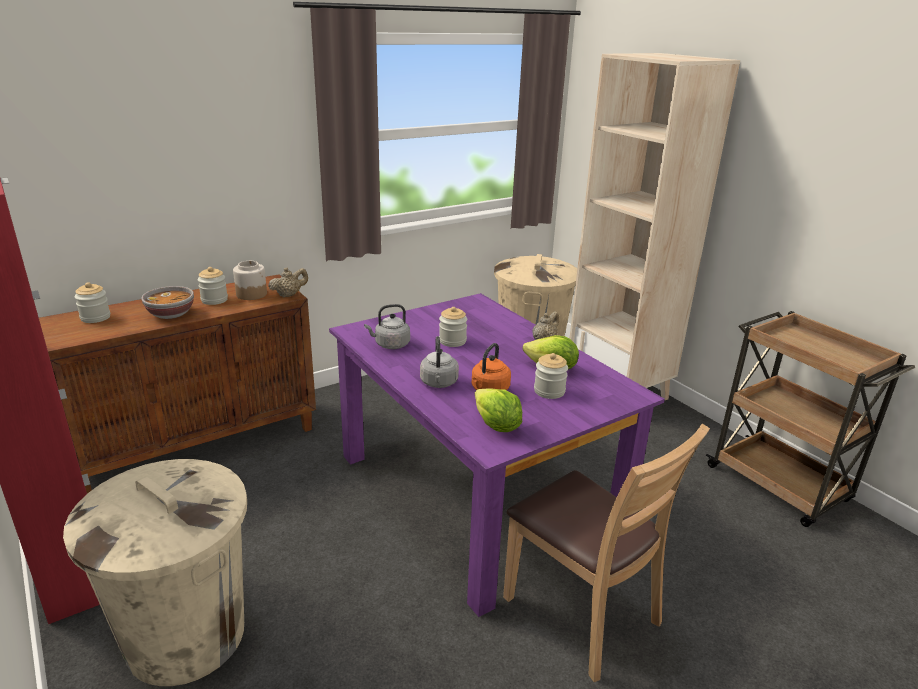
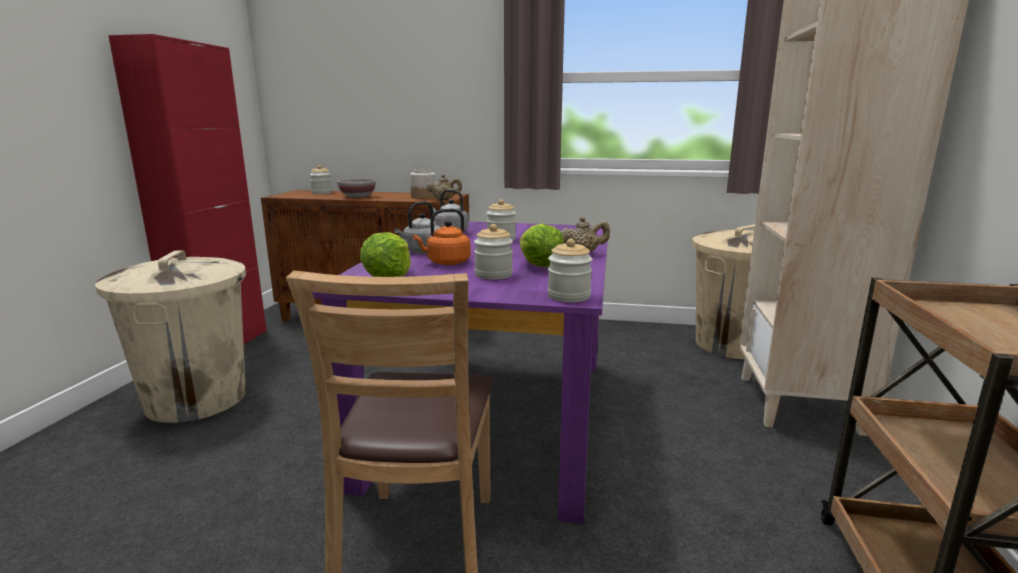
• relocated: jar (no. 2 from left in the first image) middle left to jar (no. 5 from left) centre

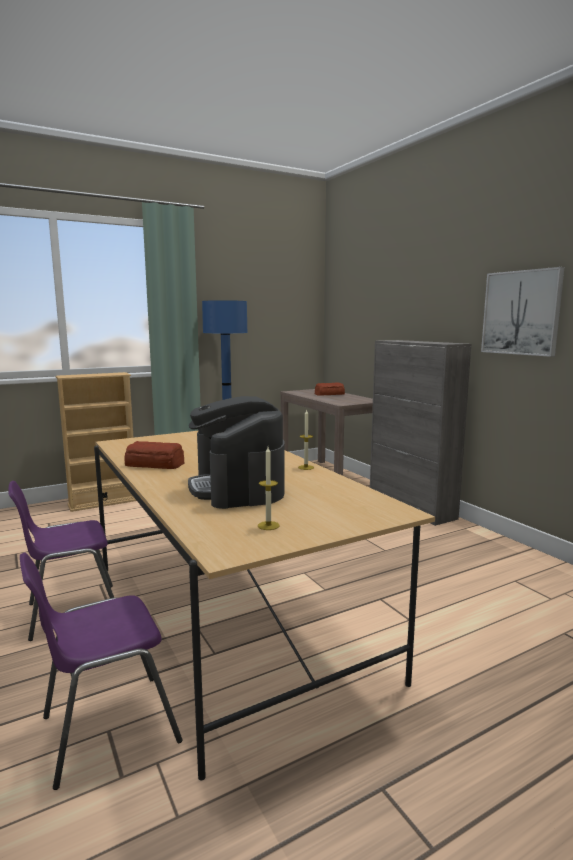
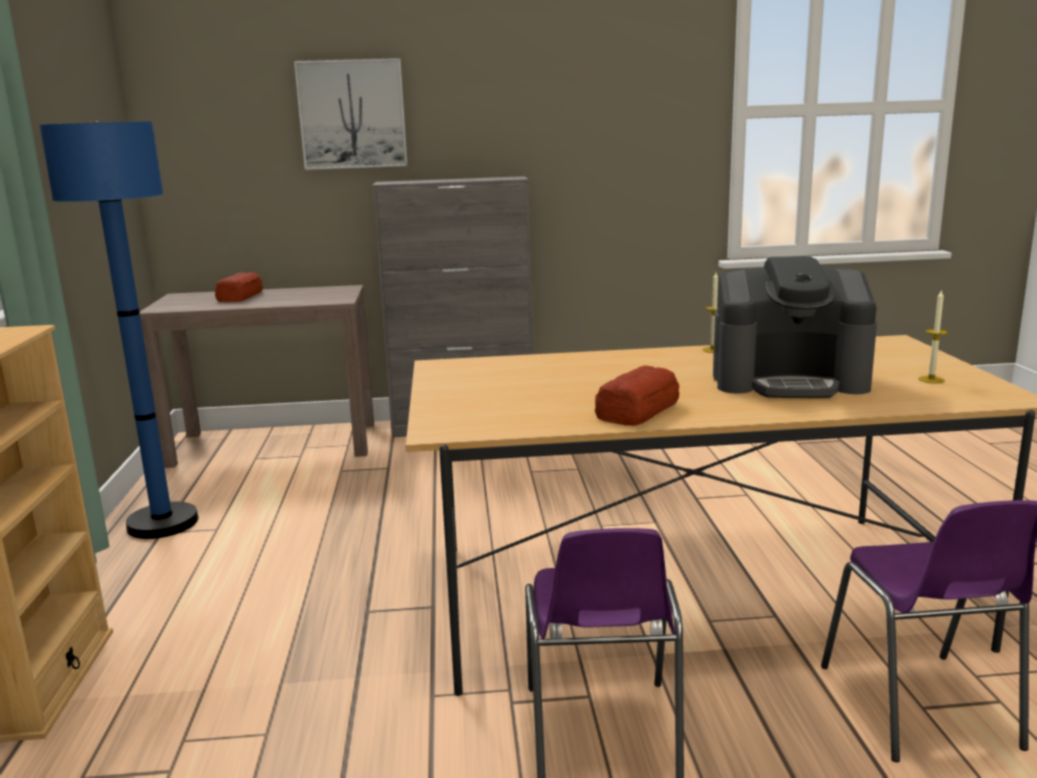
• relocated: picture middle right to top centre

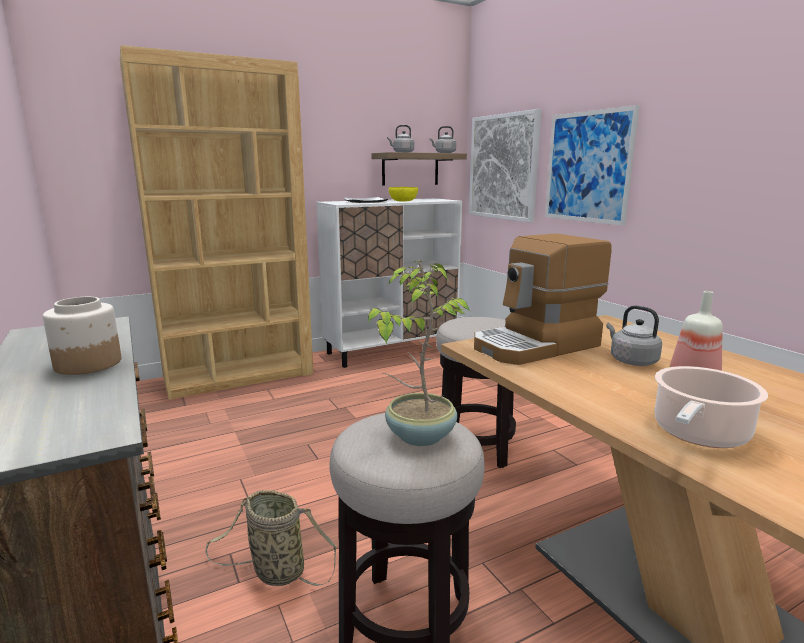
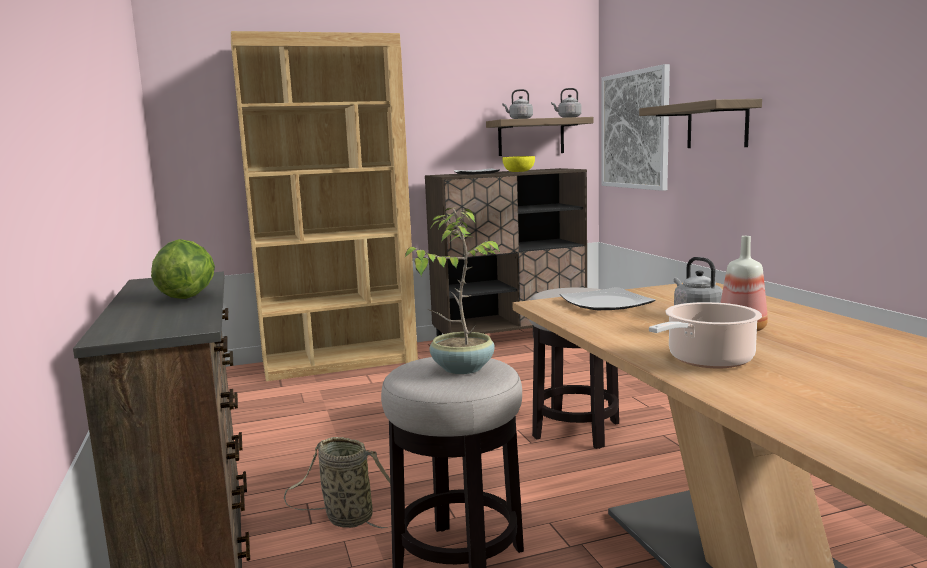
• exchanged: jar middle left to lettuce middle left
• colour: white cabinet centre to brown cabinet centre
• exchanged: coffee machine middle right to plate (no. 2 from left) centre
• exchanged: picture (no. 2 from left) top right to shelf (no. 2 from left) top right

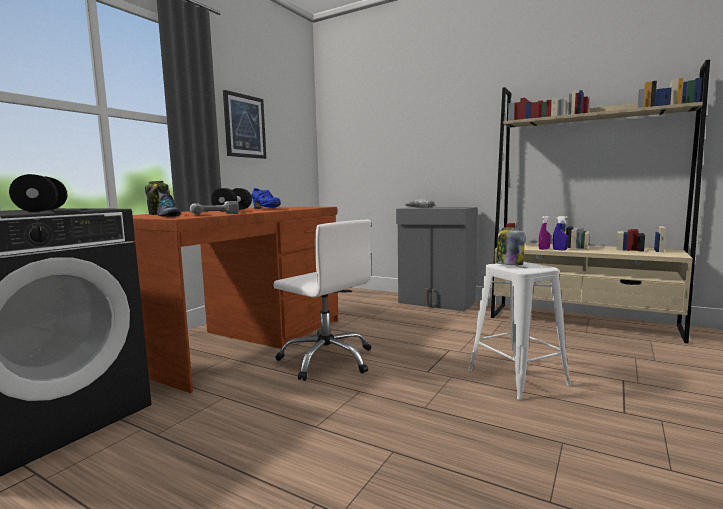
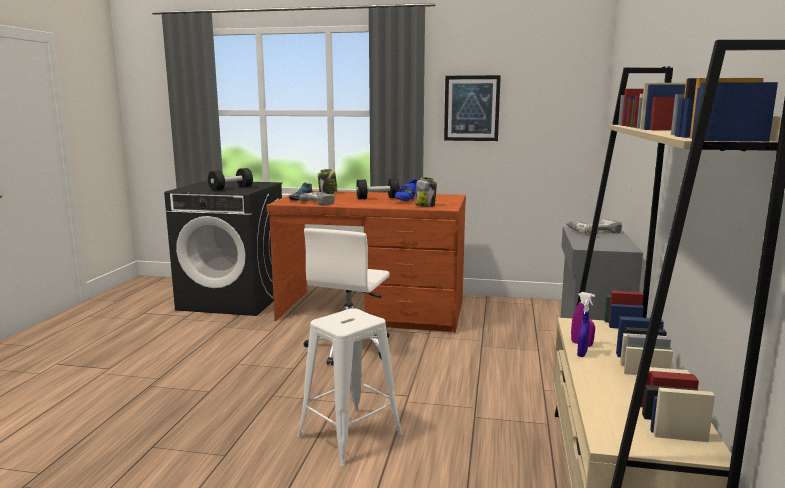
• relocated: jar (no. 2 from left) middle right to centre

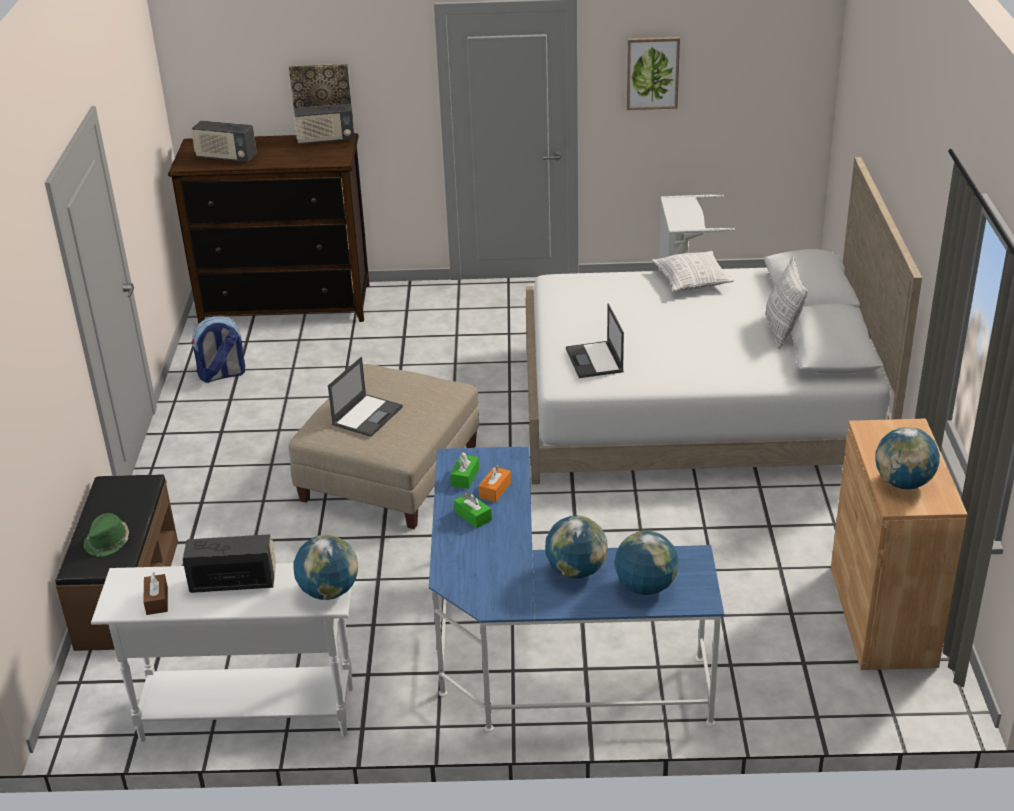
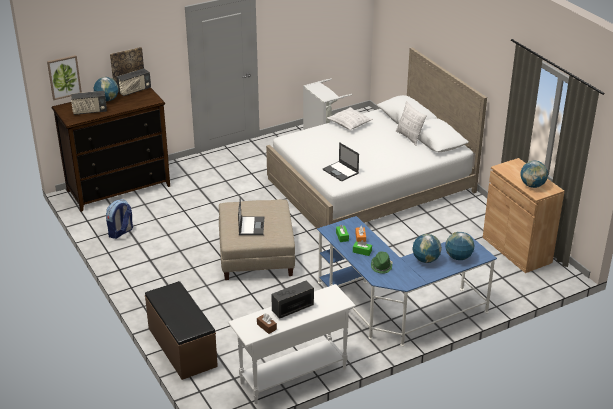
• relocated: green hat middle left to centre
• relocated: globe (no. 1 from left) bottom left to top left
• relocated: picture (no. 2 from left in the first image) top centre to picture (no. 1 from left) top left

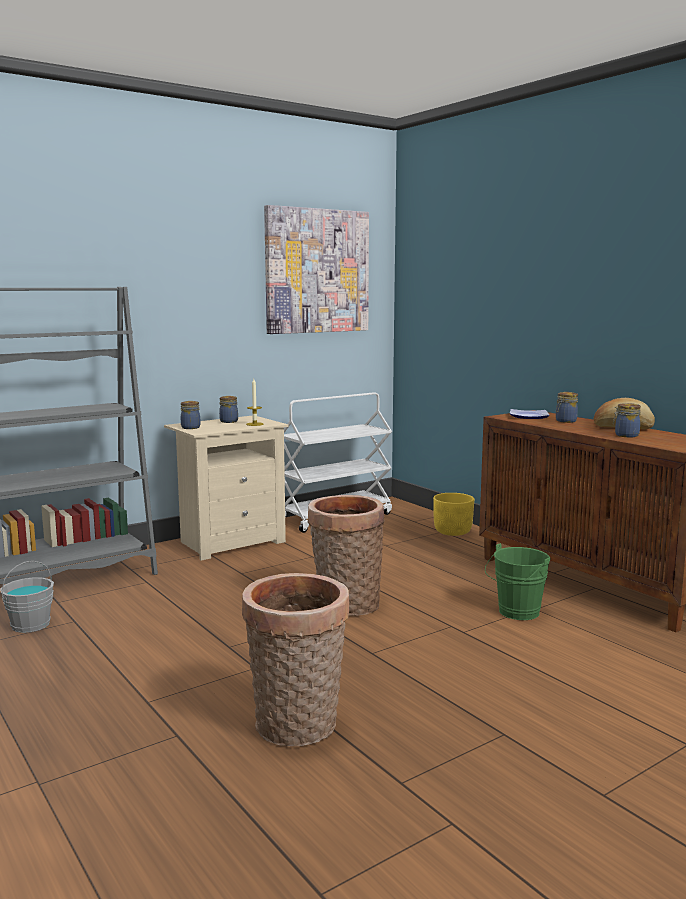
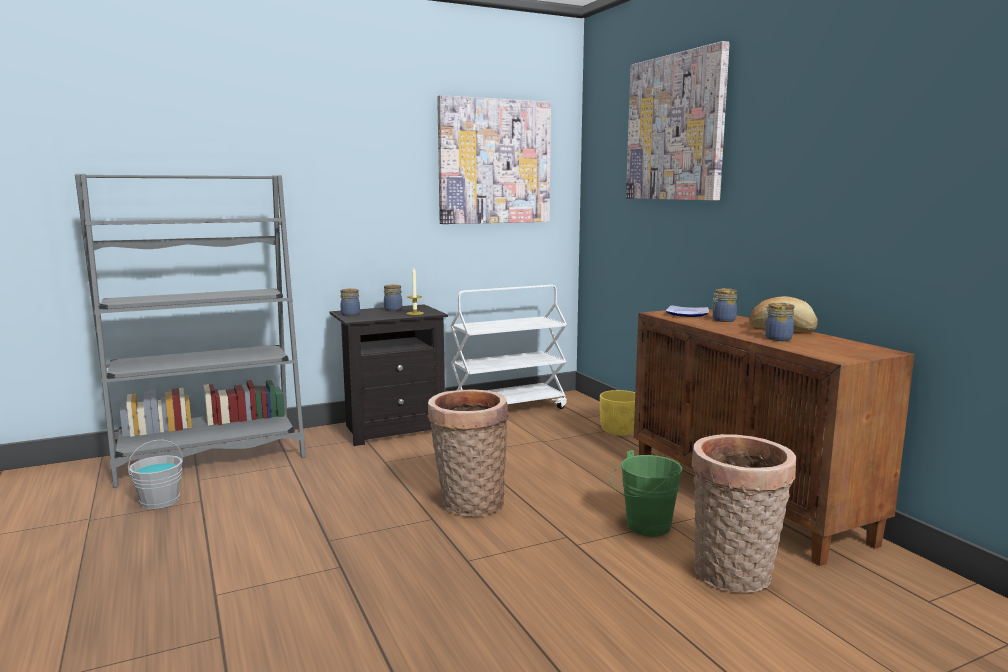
• colour: beige nightstand middle left to black nightstand centre
• relocated: basket (no. 1 from left in the first image) bottom centre to basket (no. 2 from left) bottom right
• appeared: picture (no. 2 from left) top right

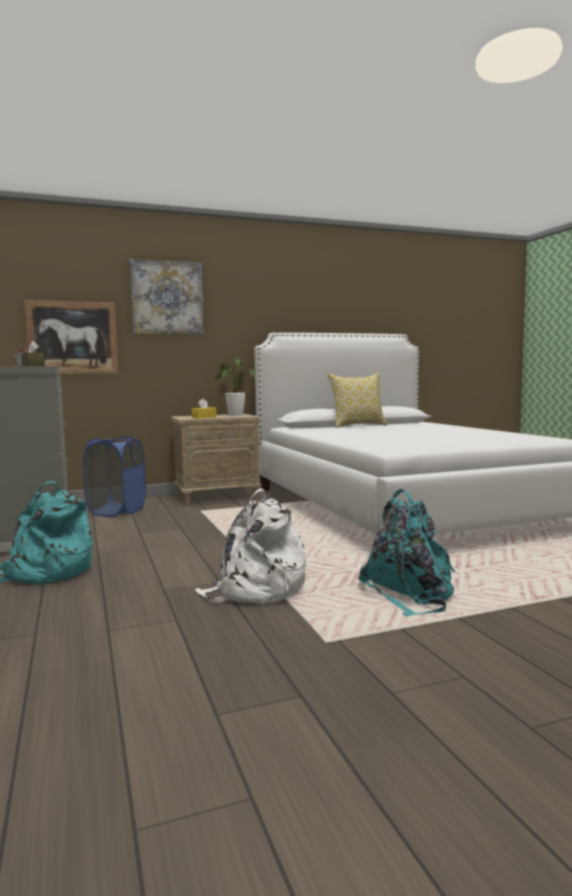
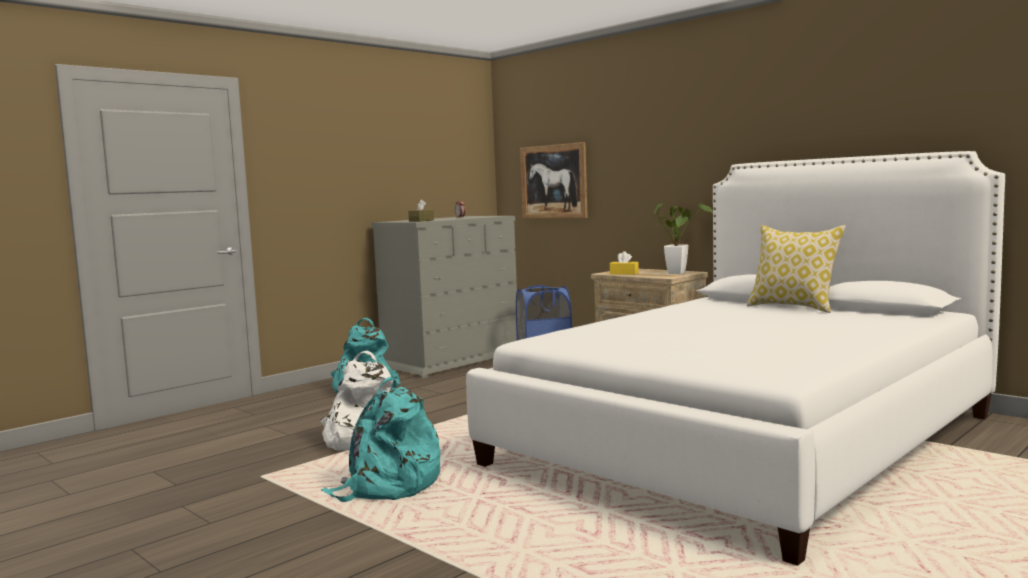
• missing: picture (no. 2 from left) top left

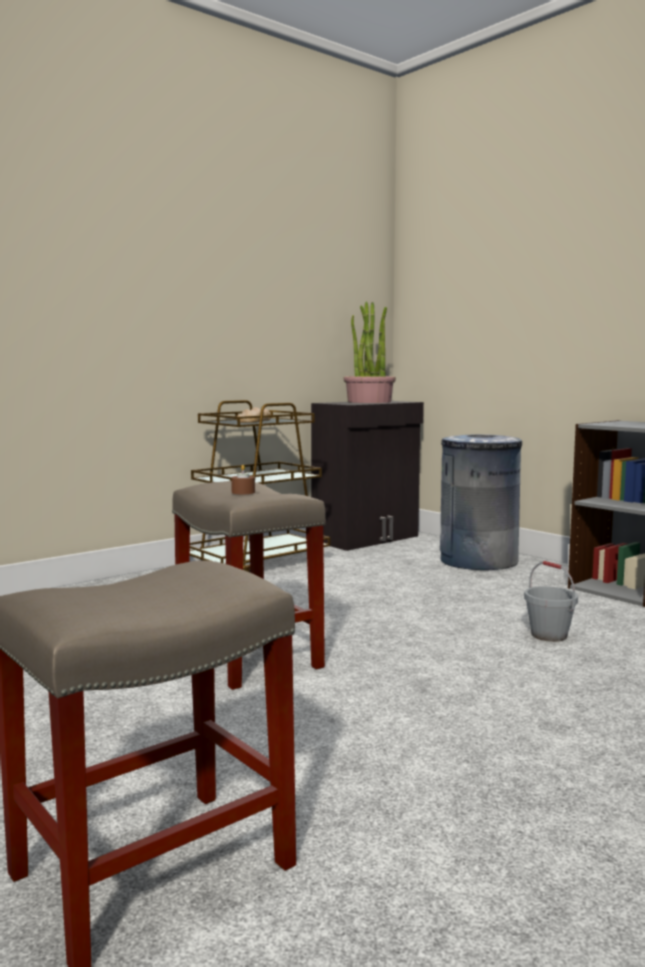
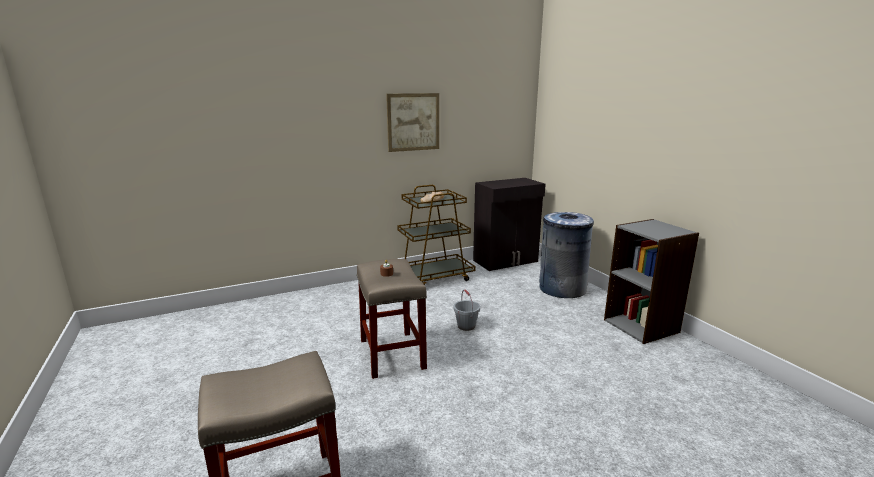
• missing: potted plant centre
• relocated: grey bucket middle right to centre
• appeared: picture top centre

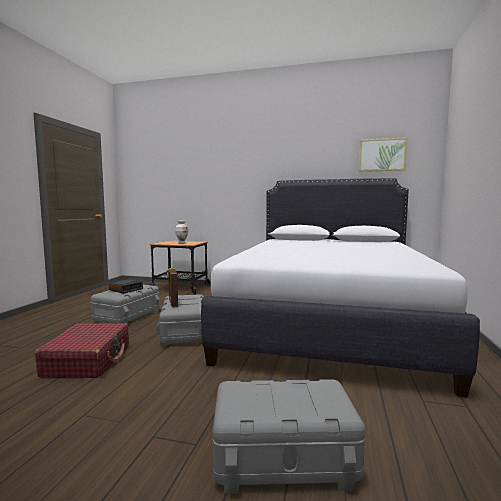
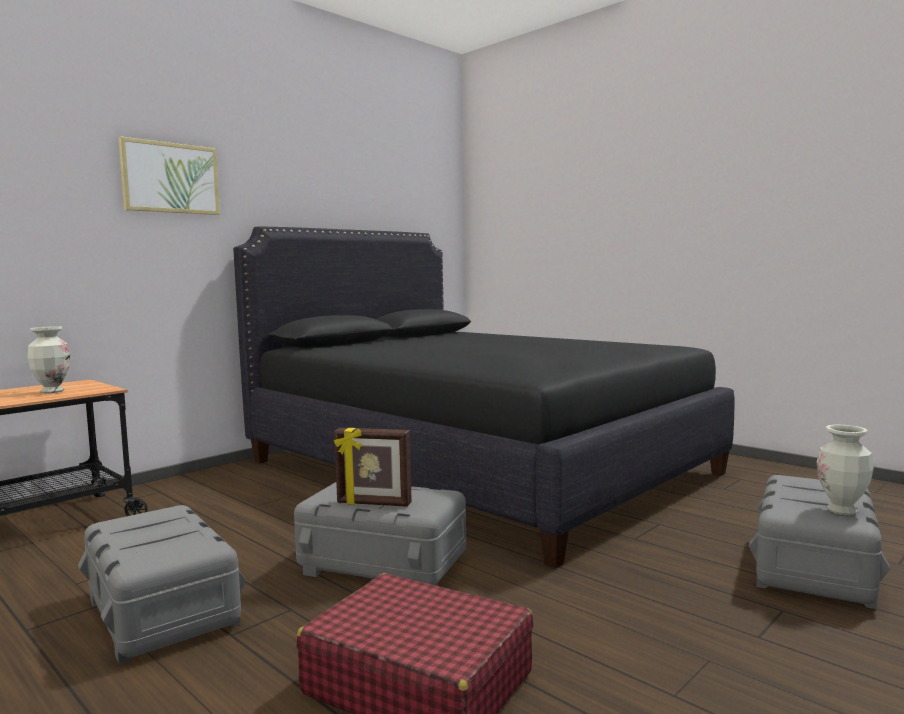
• missing: alarm clock middle left
• colour: white bed middle right to black bed centre
• relocated: picture top right to top left
• appeared: vase (no. 2 from left) middle right

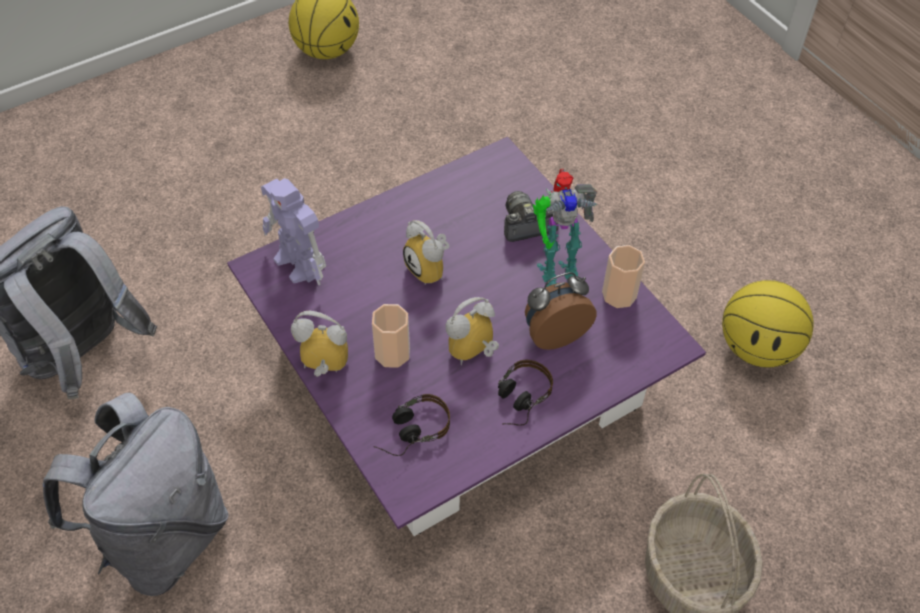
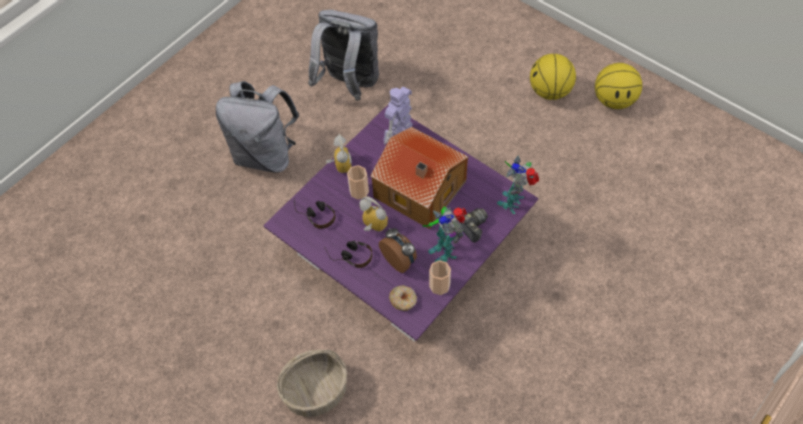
• exchanged: alarm clock (no. 2 from left) centre to toy house centre
• relocated: basketball (no. 2 from left in the first image) middle right to basketball (no. 1 from left) top right
• appeared: donut bottom centre
• appeared: toy robot (no. 3 from left) centre

